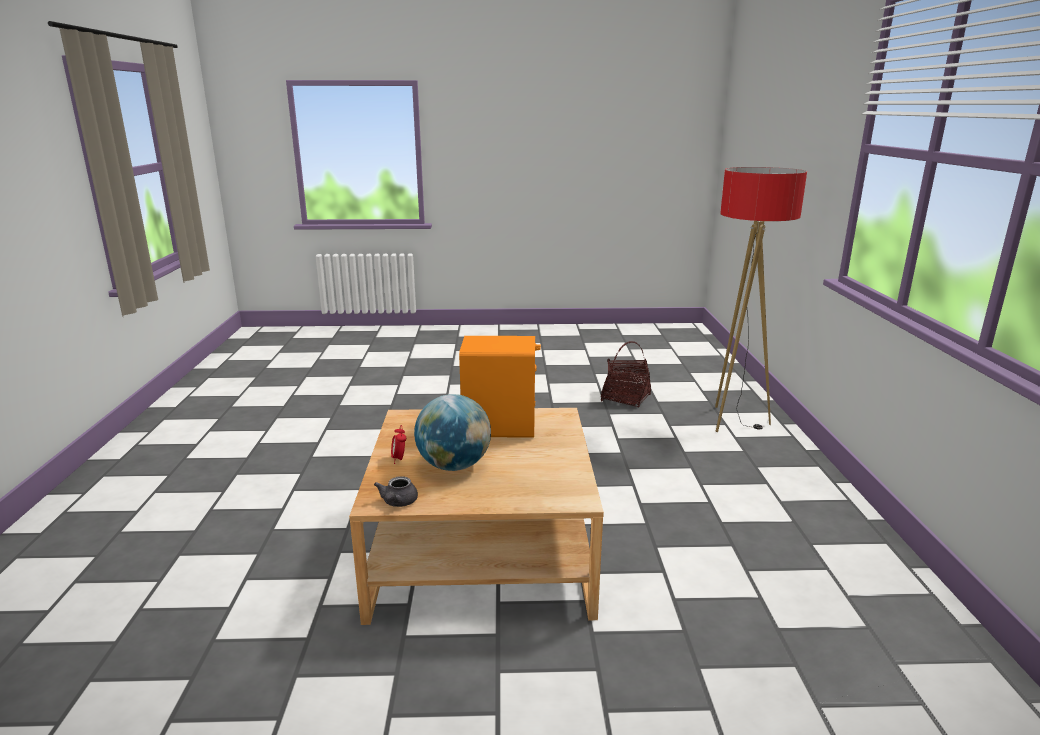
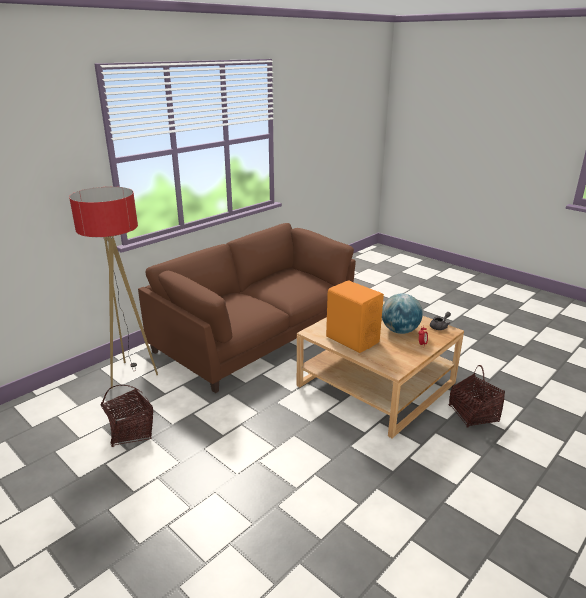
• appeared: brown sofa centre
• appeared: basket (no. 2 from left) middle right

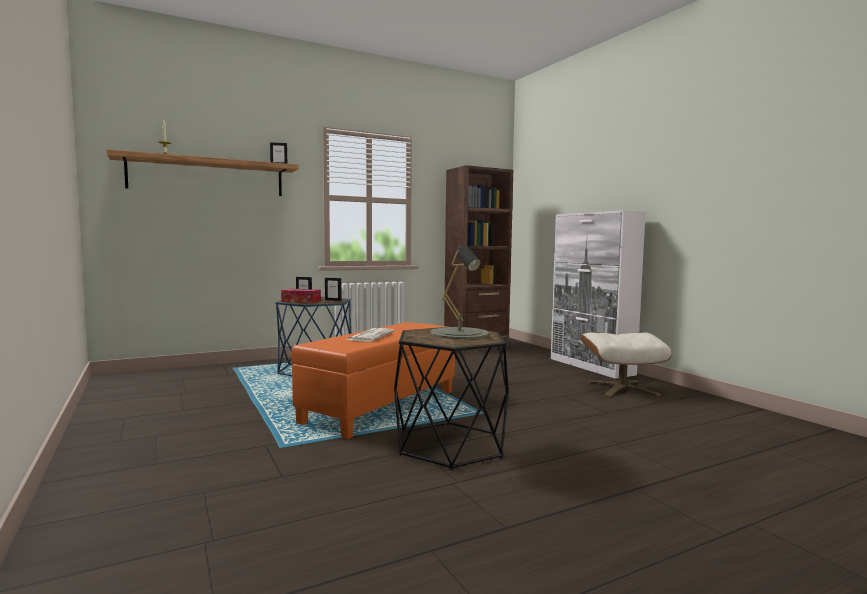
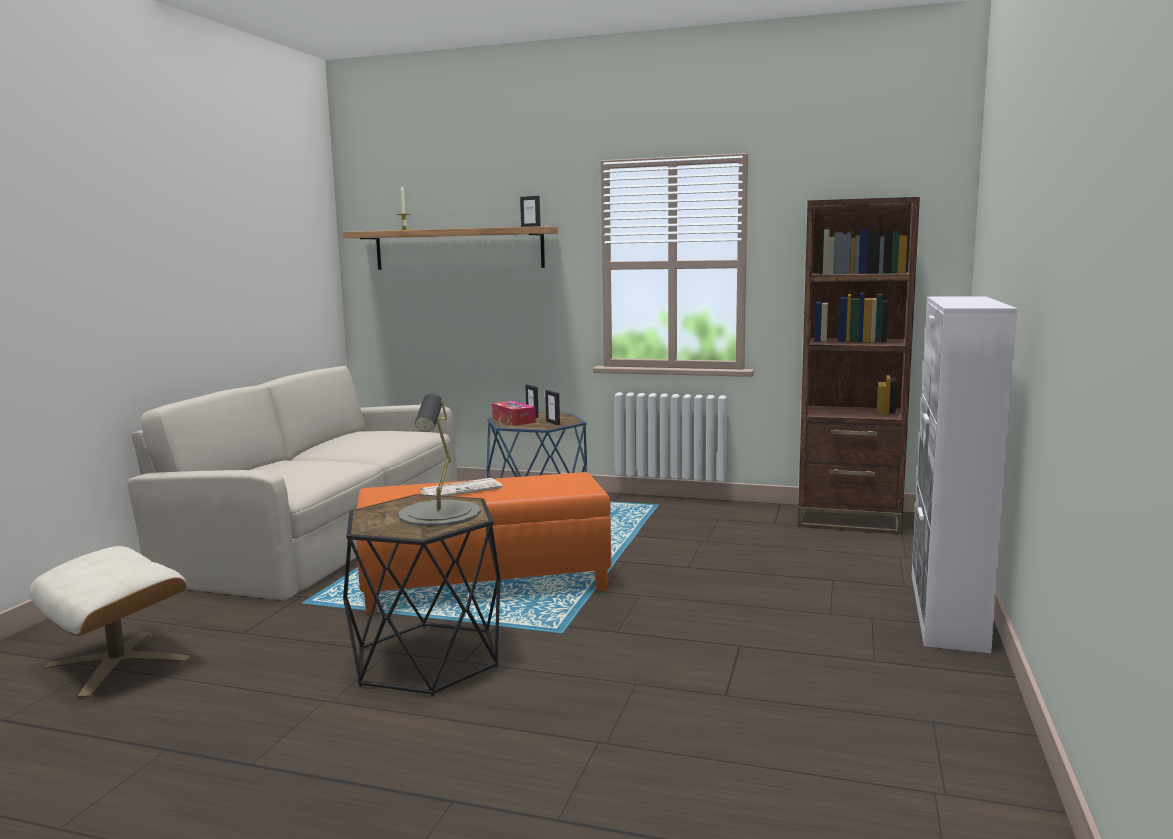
• relocated: beige ottoman middle right to bottom left
• appeared: beige sofa middle left

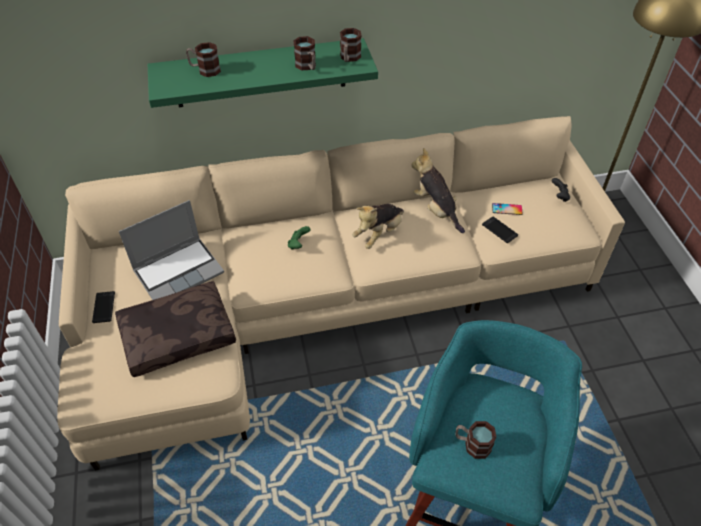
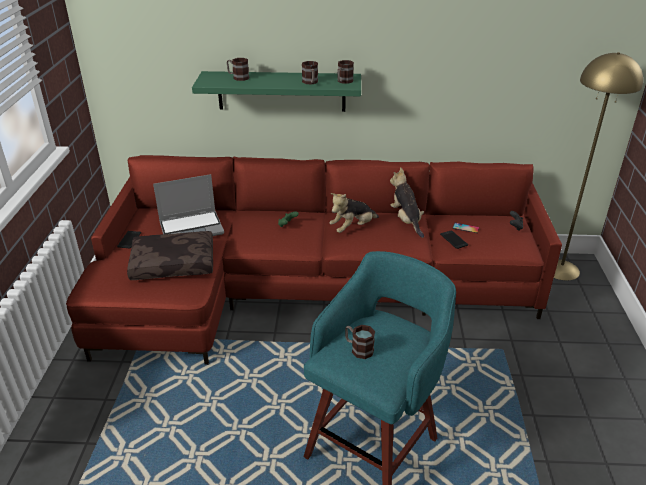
• colour: beige sofa centre to red sofa centre

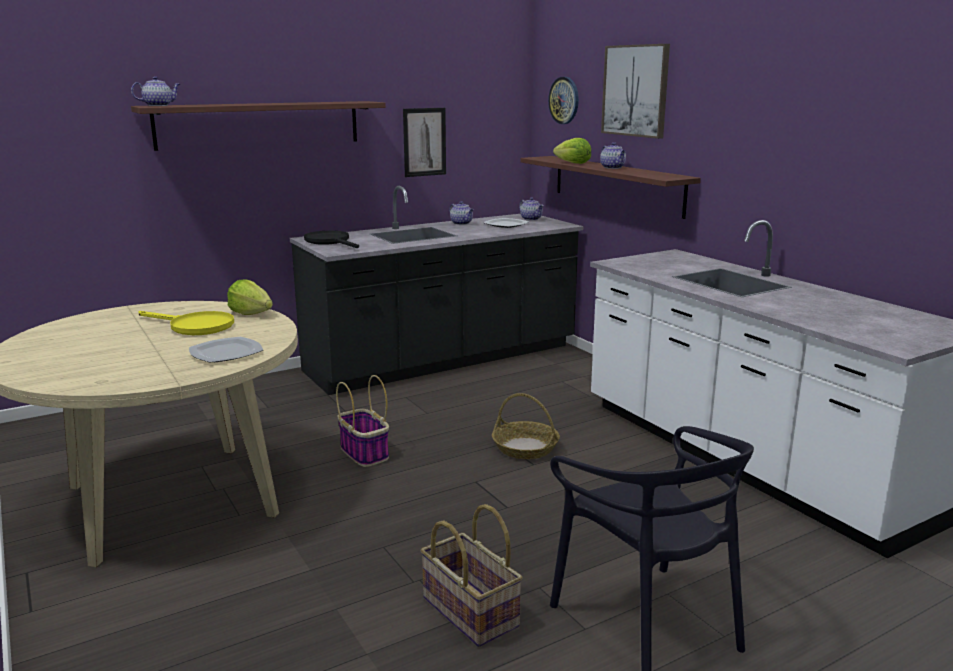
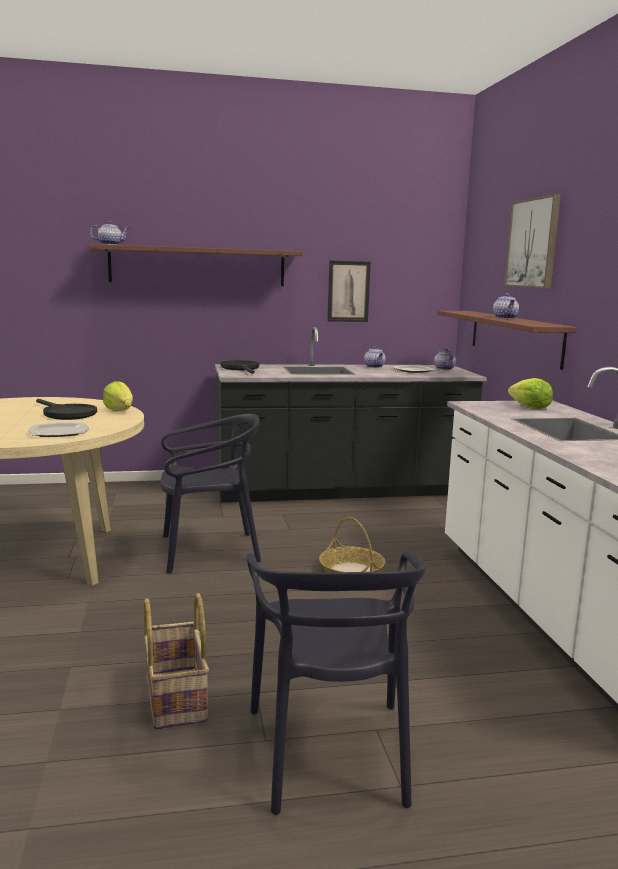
• colour: yellow frying pan middle left to black frying pan (no. 1 from left) middle left
• exchanged: basket (no. 1 from left) centre to black chair (no. 1 from left) centre
• missing: wall clock top centre
• relocated: lettuce (no. 2 from left) top centre to middle right

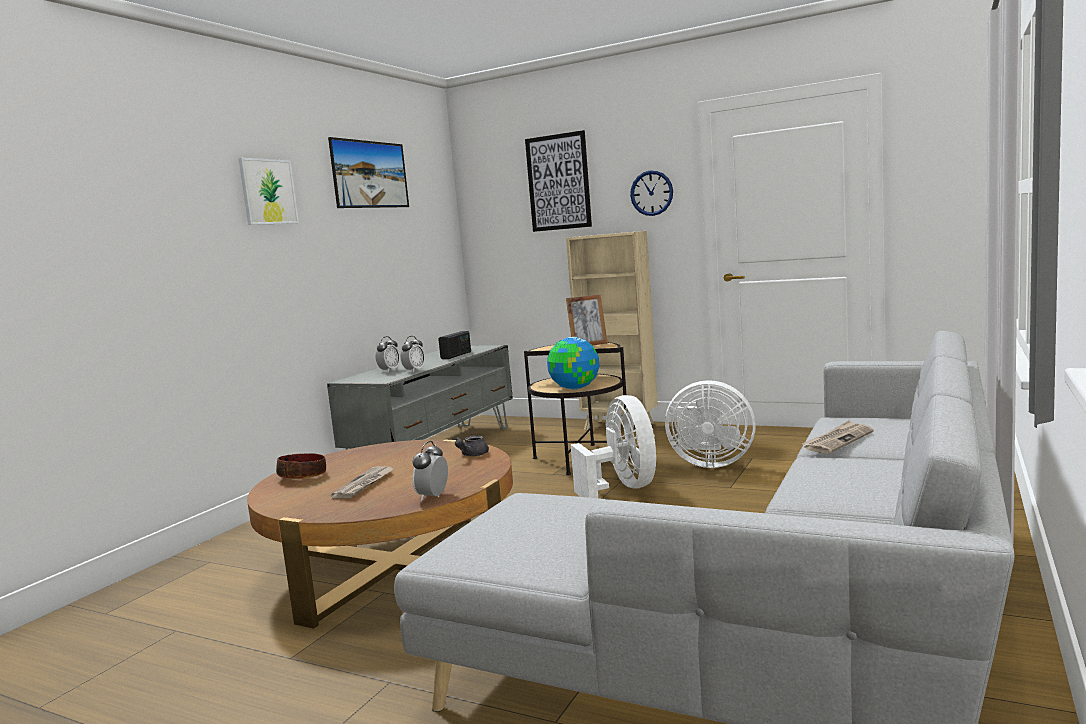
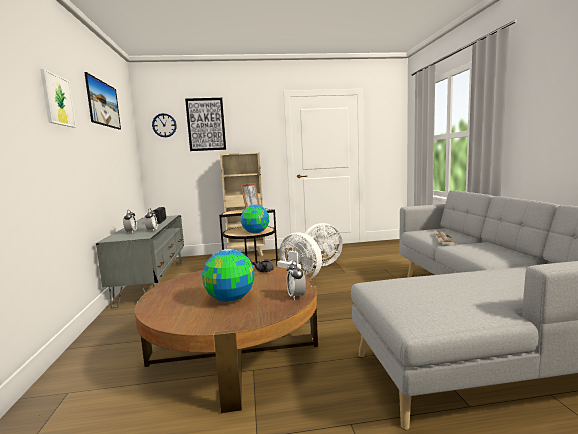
• missing: bowl middle left
• exchanged: newspaper (no. 1 from left) centre to globe (no. 1 from left) centre
• relocated: wall clock top centre to top left

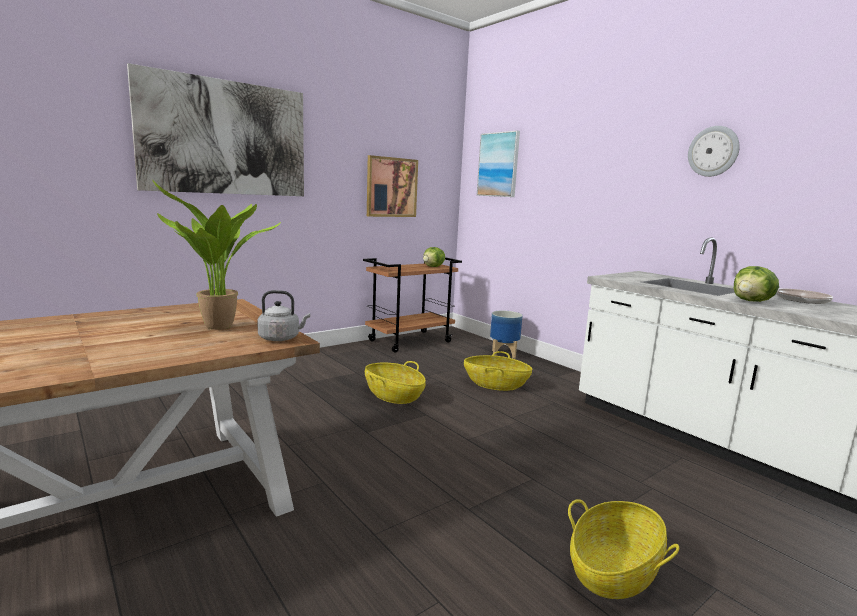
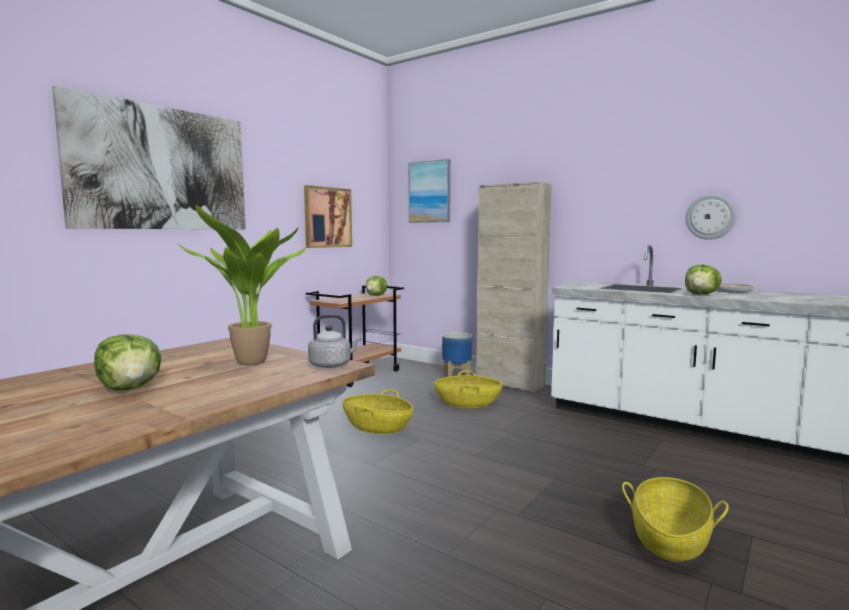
• relocated: wall clock top right to middle right
• appeared: lettuce (no. 1 from left) middle left
• appeared: beige cabinet centre

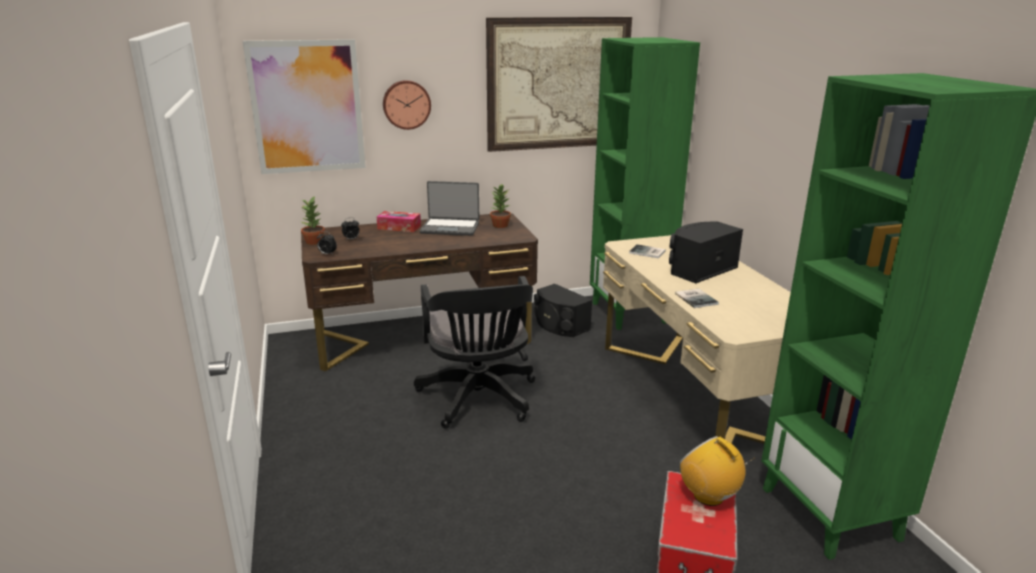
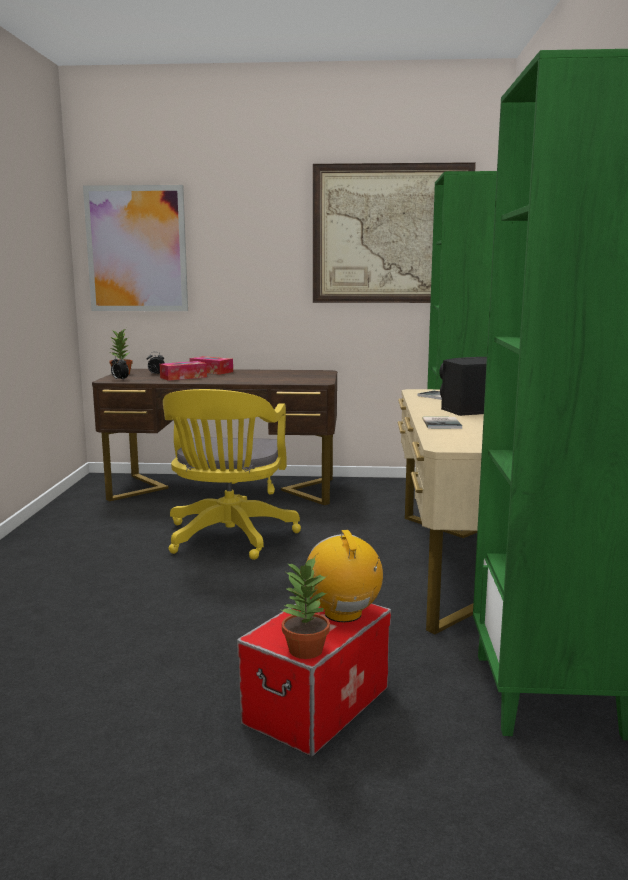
• missing: wall clock top centre
• colour: black office chair centre to yellow office chair centre
• missing: laptop centre
• relocated: potted plant (no. 2 from left) centre to bottom centre
• missing: black speaker (no. 1 from left) centre
• appeared: tissue box (no. 1 from left) middle left

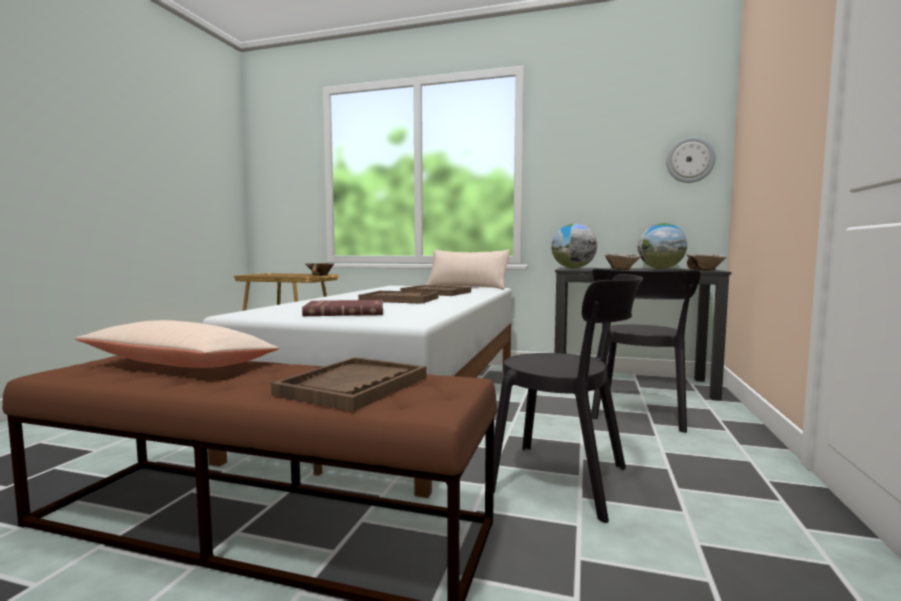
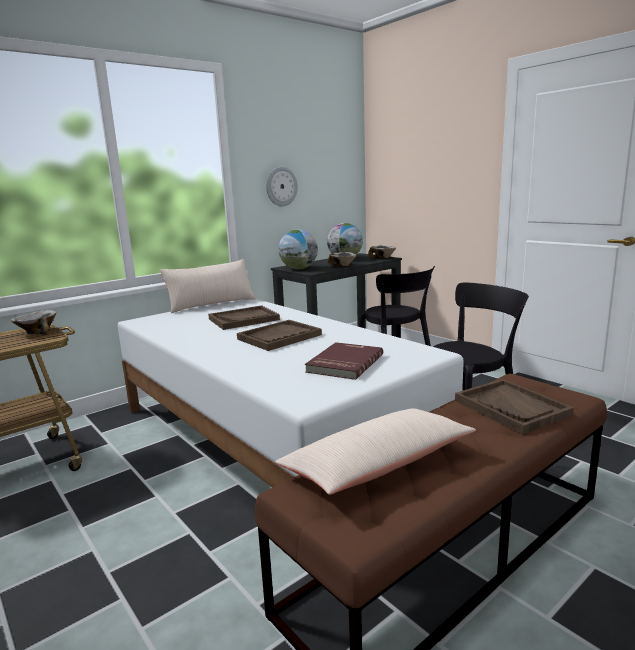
• relocated: wall clock top right to top centre

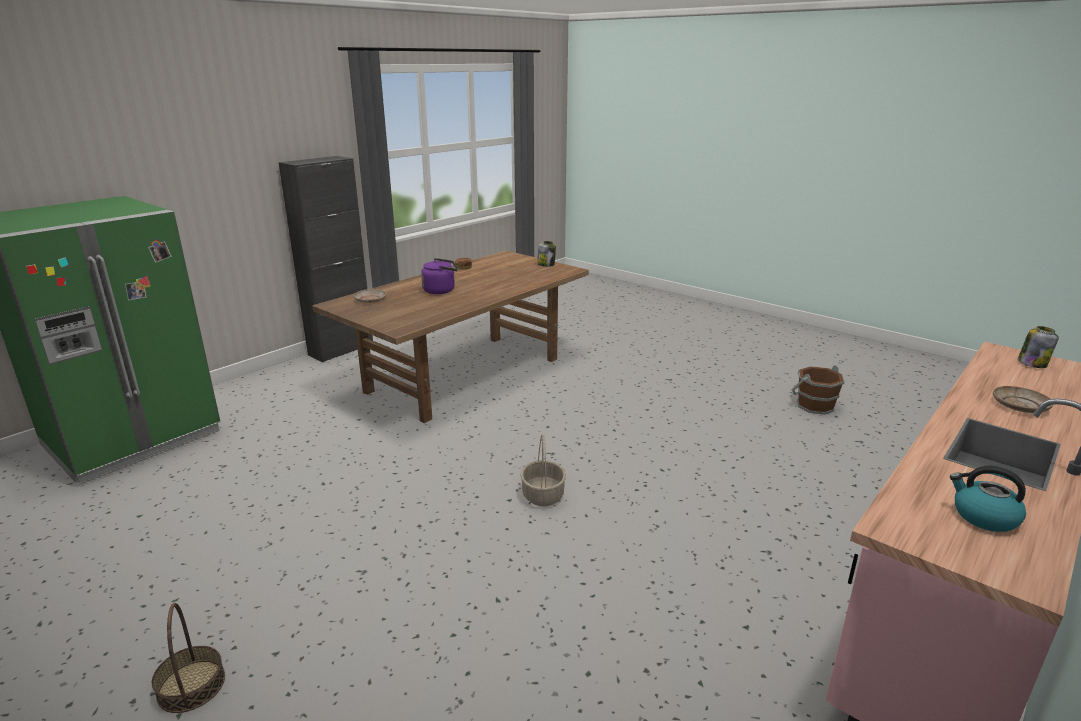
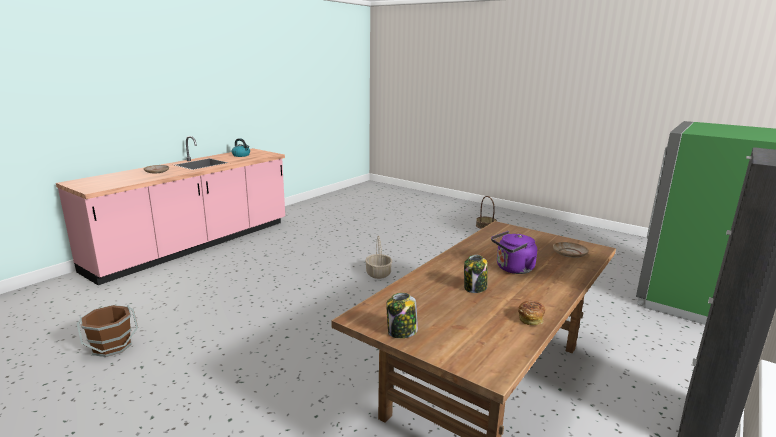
• relocated: jar (no. 2 from left) middle right to centre

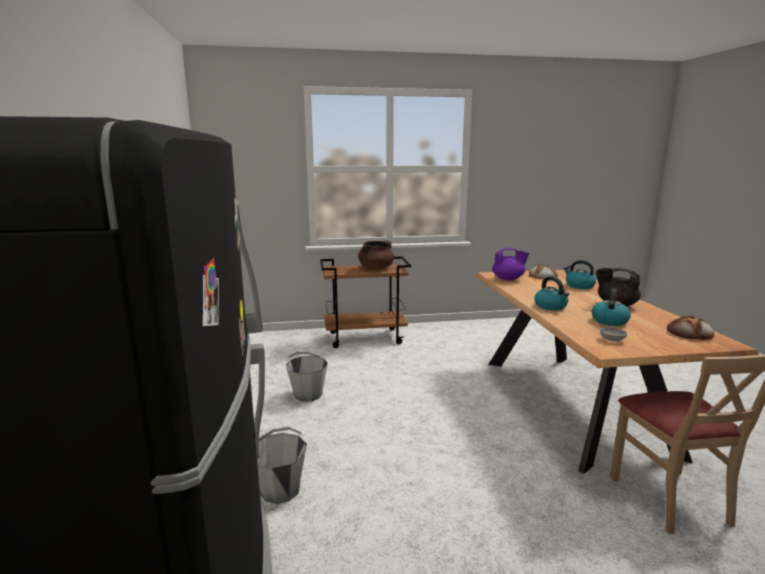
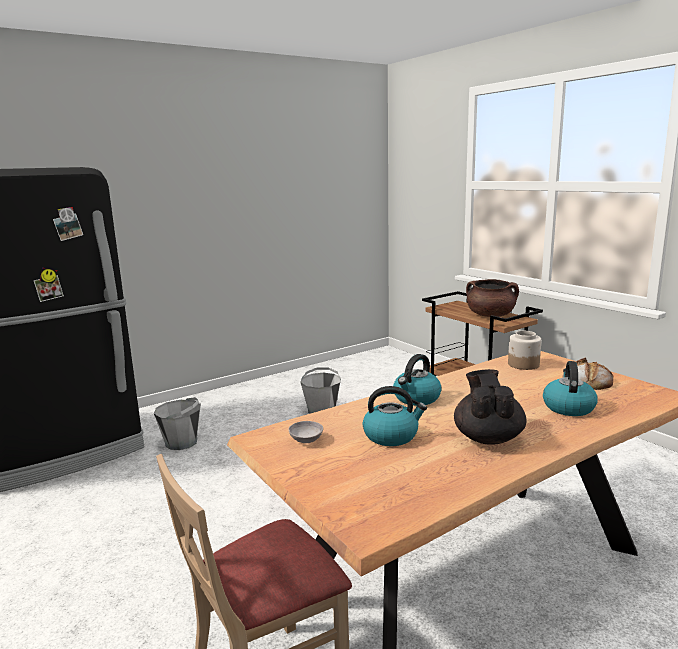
• exchanged: purple teapot middle right to jar middle right
• missing: bread (no. 2 from left) middle right

